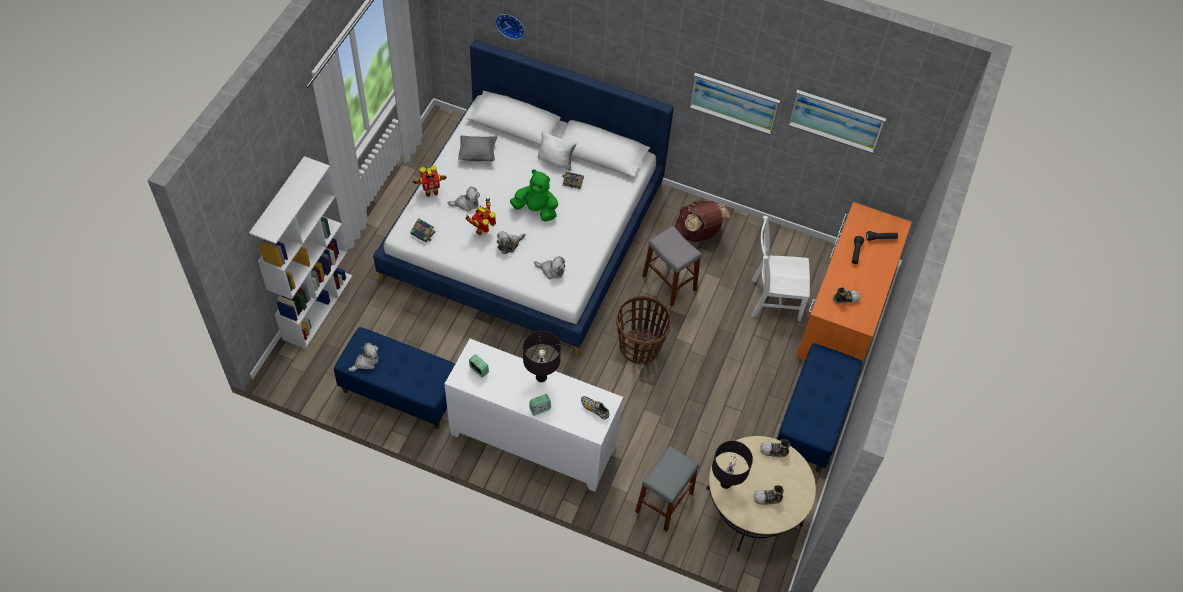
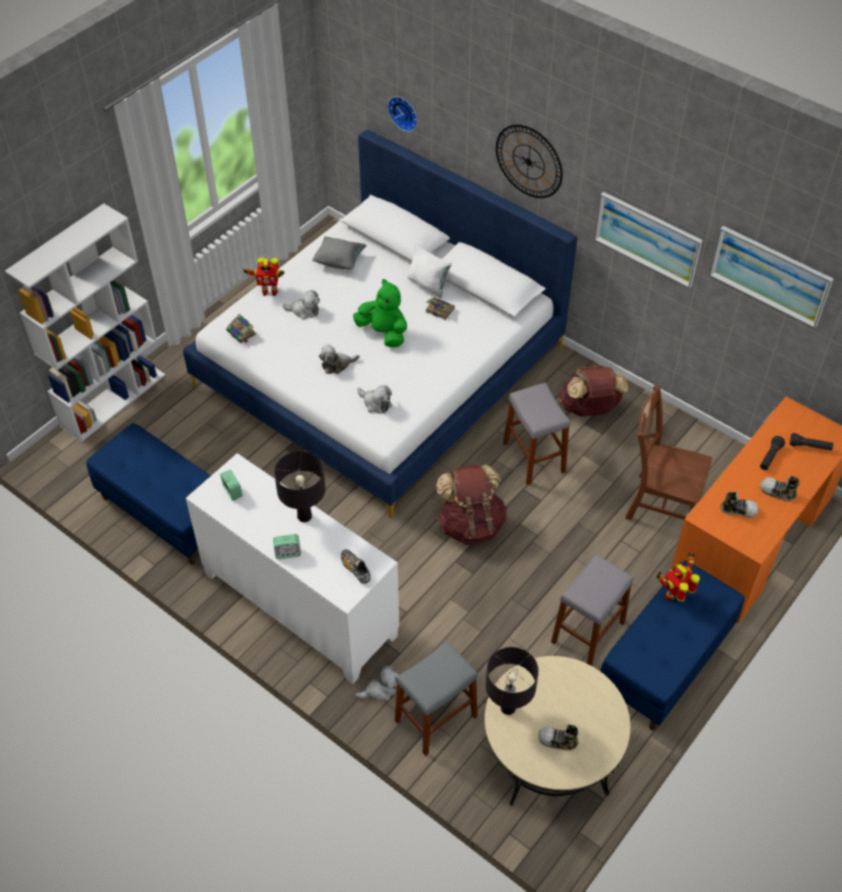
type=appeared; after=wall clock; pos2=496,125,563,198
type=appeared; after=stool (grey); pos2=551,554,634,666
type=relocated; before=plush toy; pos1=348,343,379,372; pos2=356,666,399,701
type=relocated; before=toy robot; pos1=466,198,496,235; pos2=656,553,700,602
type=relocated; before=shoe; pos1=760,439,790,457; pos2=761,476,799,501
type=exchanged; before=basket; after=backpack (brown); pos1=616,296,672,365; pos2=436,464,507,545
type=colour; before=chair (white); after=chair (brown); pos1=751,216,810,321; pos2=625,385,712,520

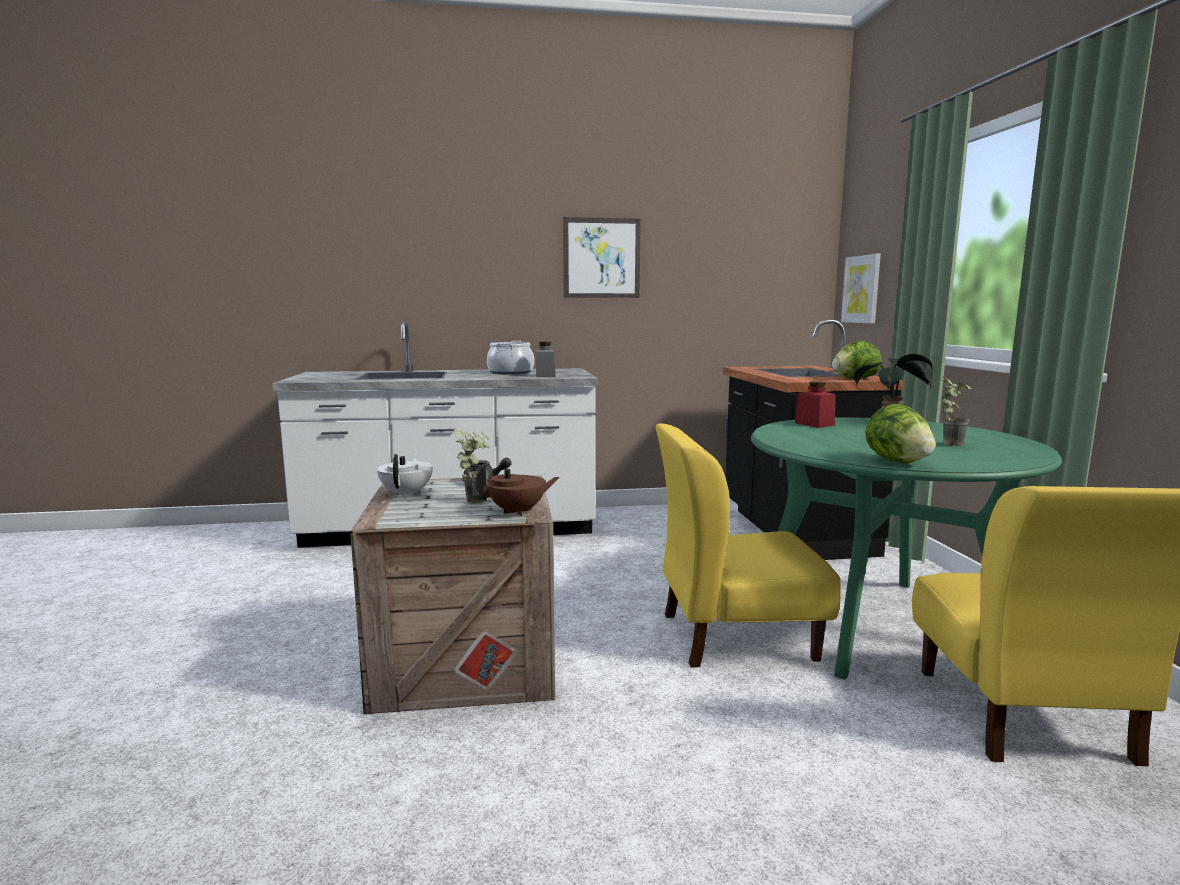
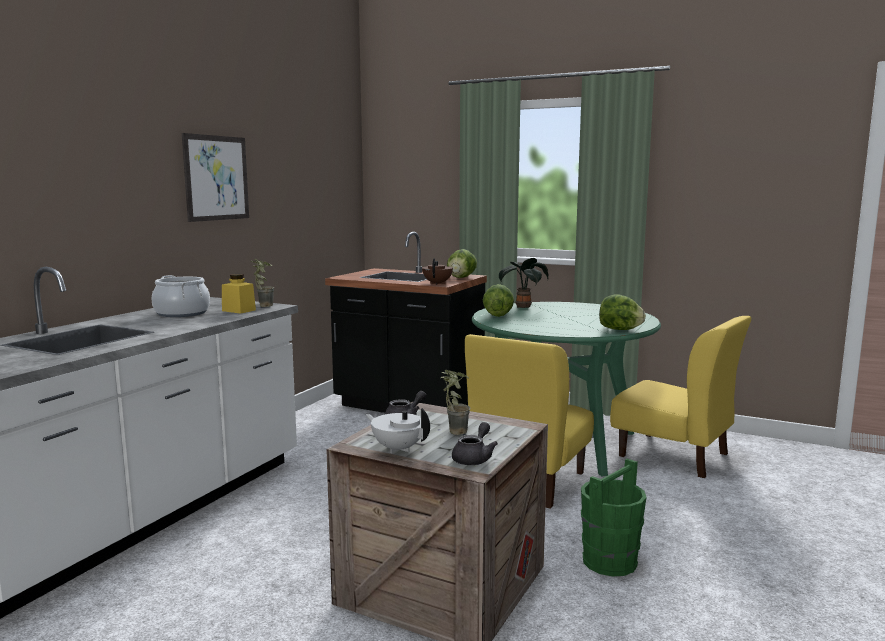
type=missing; before=picture; pos1=841,254,881,323
type=appeared; after=teapot (grey); pos2=452,422,498,465
type=appeared; after=bucket (green); pos2=581,458,646,576
type=relocated; before=teapot (brown); pos1=475,464,560,516; pos2=422,258,453,285
type=relocated; before=potted plant; pos1=940,376,972,446; pos2=251,259,274,307
type=exchanged; before=jar (red); after=lettuce; pos1=795,381,836,428; pos2=483,284,514,317
type=colour; before=jar (grey); after=jar (yellow); pos1=536,342,555,377; pos2=222,274,256,314

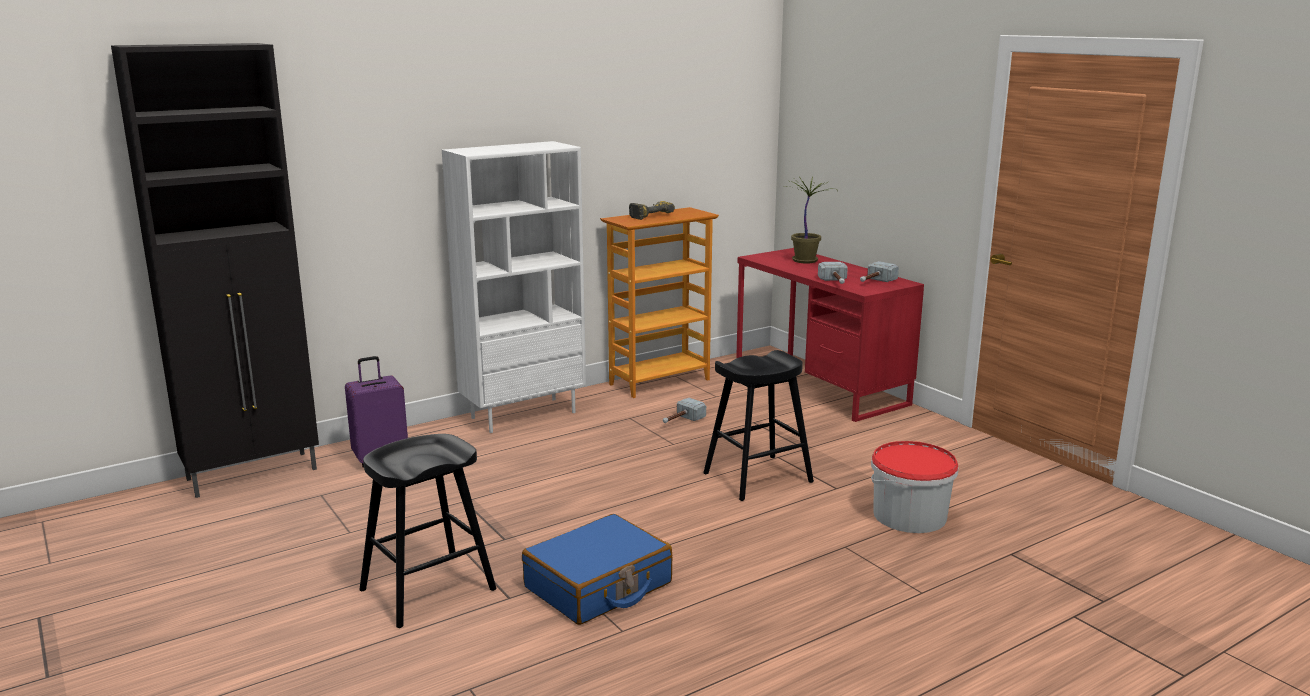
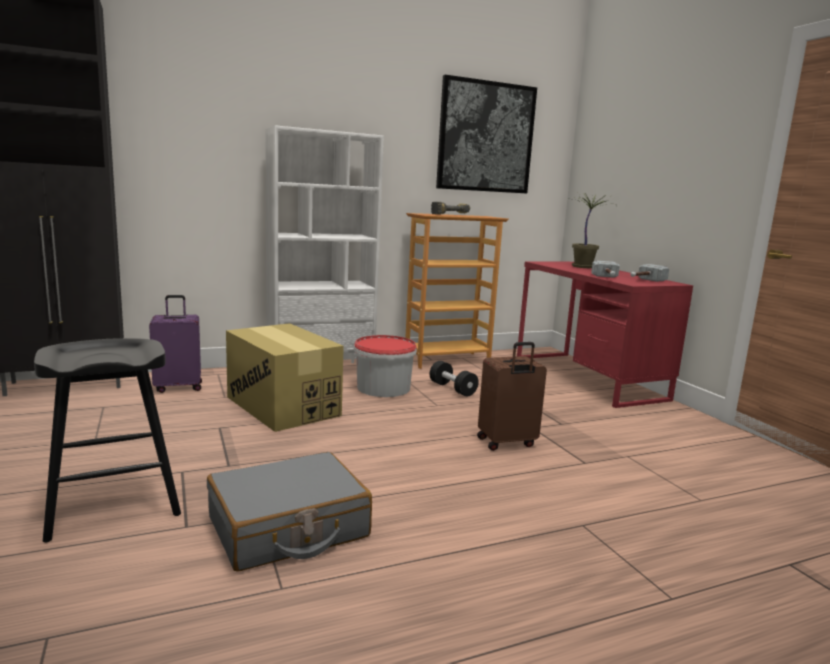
type=appeared; after=cardboard box; pos2=226,323,344,432
type=appeared; after=picture; pos2=436,75,537,193
type=relocated; before=bucket; pos1=871,441,958,533; pos2=354,335,417,397
type=exchanged; before=hammer; after=dumbbell (black); pos1=663,398,706,423; pos2=430,361,479,396
type=exchanged; before=stool (black); after=suitcase (brown); pos1=703,350,814,501; pos2=477,342,547,451
type=colour; before=suitcase (blue); after=suitcase (grey); pos1=522,514,672,625; pos2=207,452,372,572

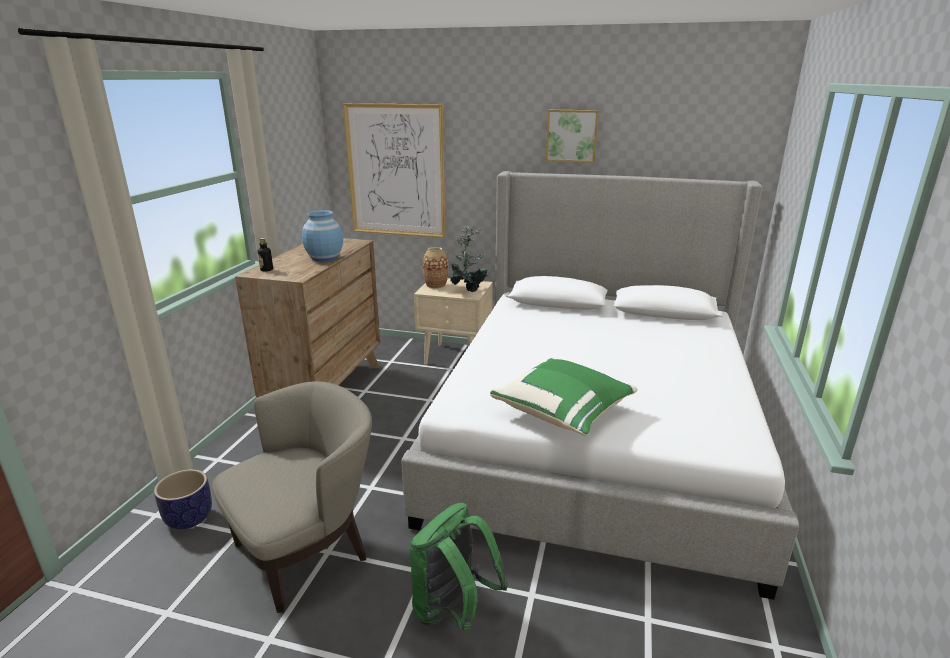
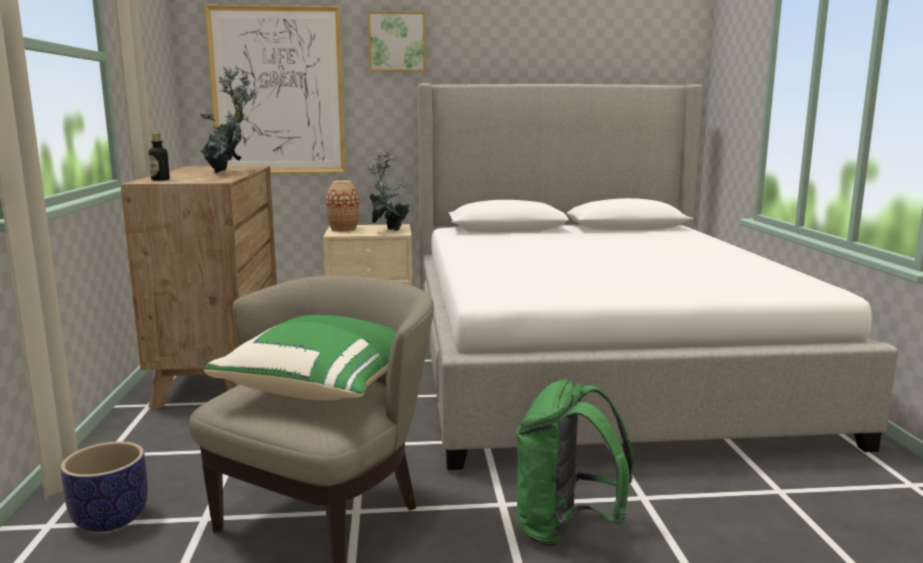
type=relocated; before=pillow (green); pos1=490,358,638,436; pos2=204,315,396,400
type=relocated; before=picture; pos1=546,110,599,163; pos2=368,11,426,72
type=exchanged; before=vase (blue); after=potted plant; pos1=302,210,343,262; pos2=199,67,257,174

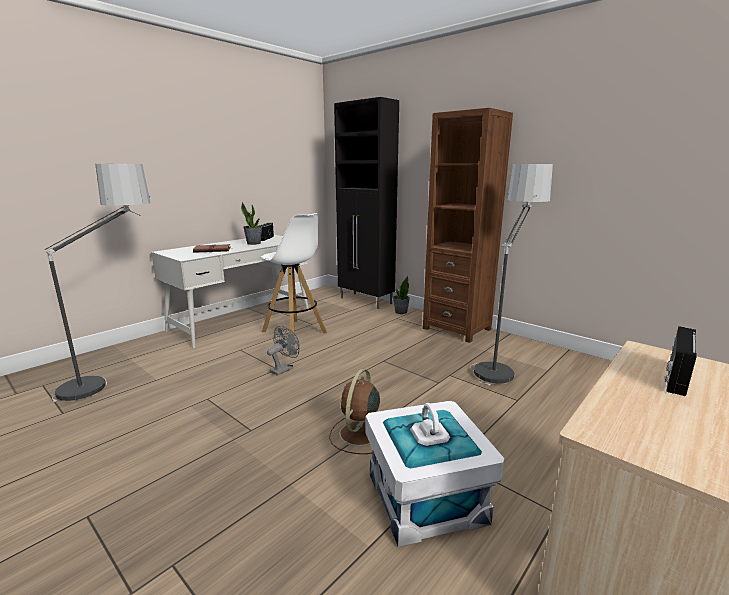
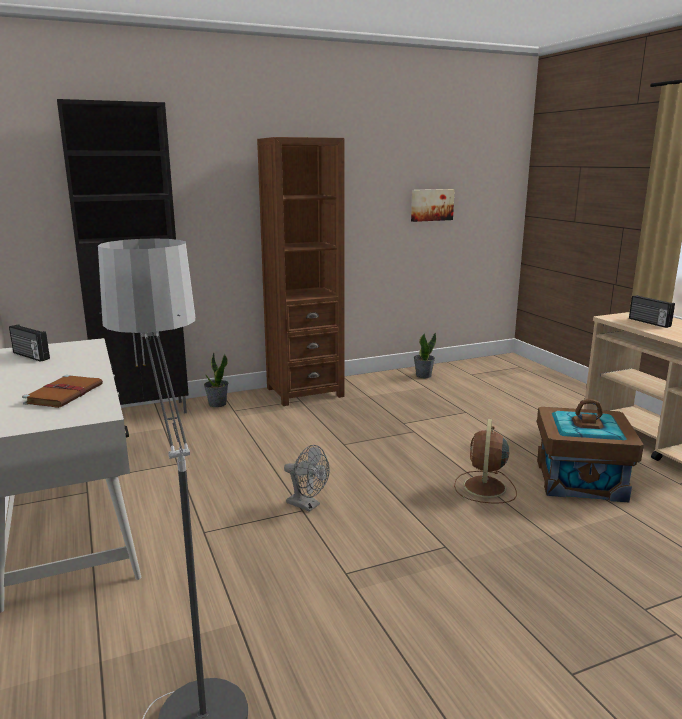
type=missing; before=stool (white); pos1=260,213,327,346
type=missing; before=floor lamp; pos1=470,164,553,386
type=appeared; after=picture; pos2=411,189,455,222
type=relocated; before=potted plant; pos1=241,202,262,245; pos2=414,332,436,378
type=colour; before=storage box (white); after=storage box (brown); pos1=366,401,504,547; pos2=537,399,644,503
type=spun; before=fan (grey); pos1=267,326,300,376; pos2=284,445,330,512; turn=150
type=spun; before=fan (brown); pos1=329,369,380,454; pos2=454,419,517,503; turn=60

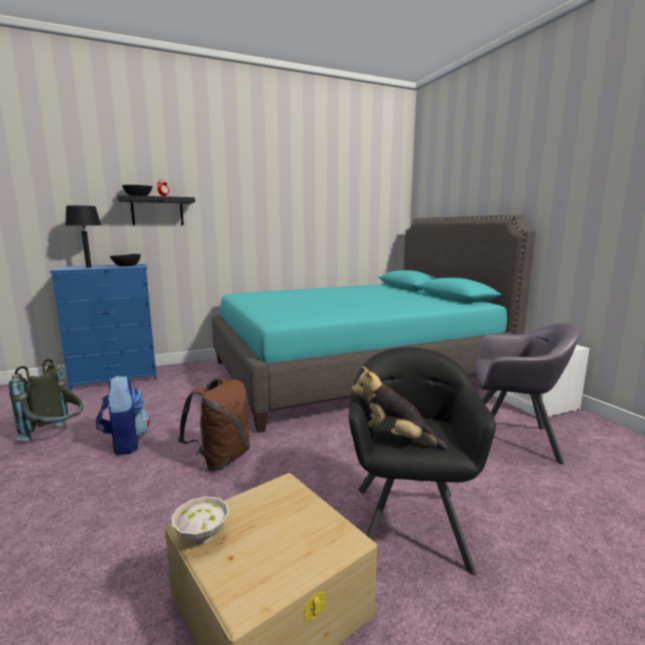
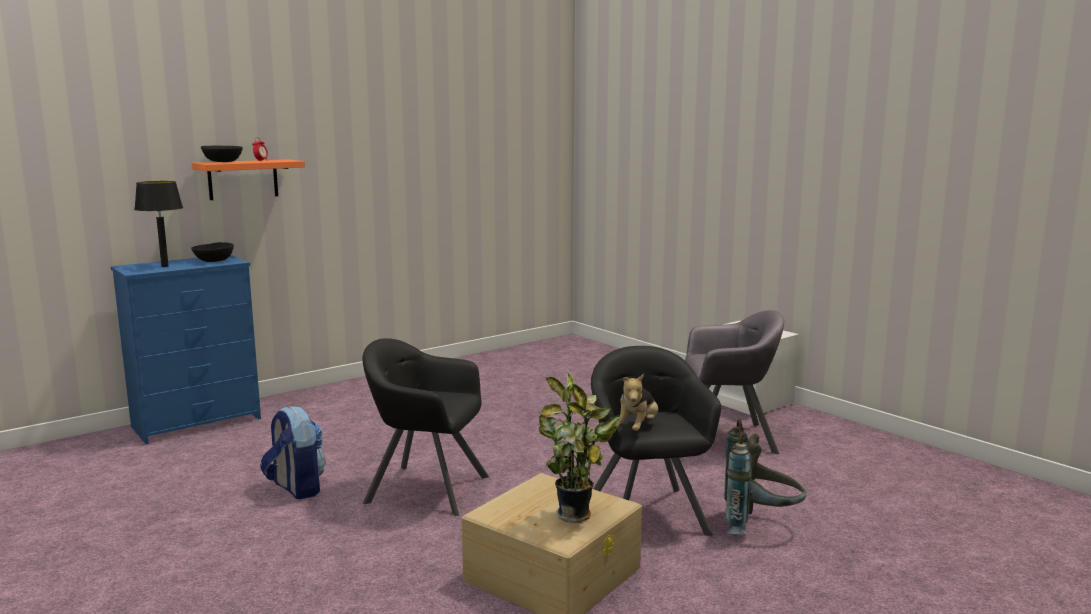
type=missing; before=bowl (white); pos1=172,496,229,544
type=missing; before=bed (turquoise); pos1=212,215,536,433
type=appeared; after=potted plant; pos2=538,371,620,523
type=relocated; before=backpack (grey); pos1=9,359,84,441; pos2=724,419,806,535
type=exchanged; before=backpack (brown); after=armchair (black); pos1=178,378,250,471; pos2=362,338,489,516
type=colour; before=shelf (black); after=shelf (orange); pos1=117,195,195,225; pos2=192,159,305,200
type=spun; before=plush toy; pos1=352,366,447,449; pos2=616,374,658,431; turn=-75

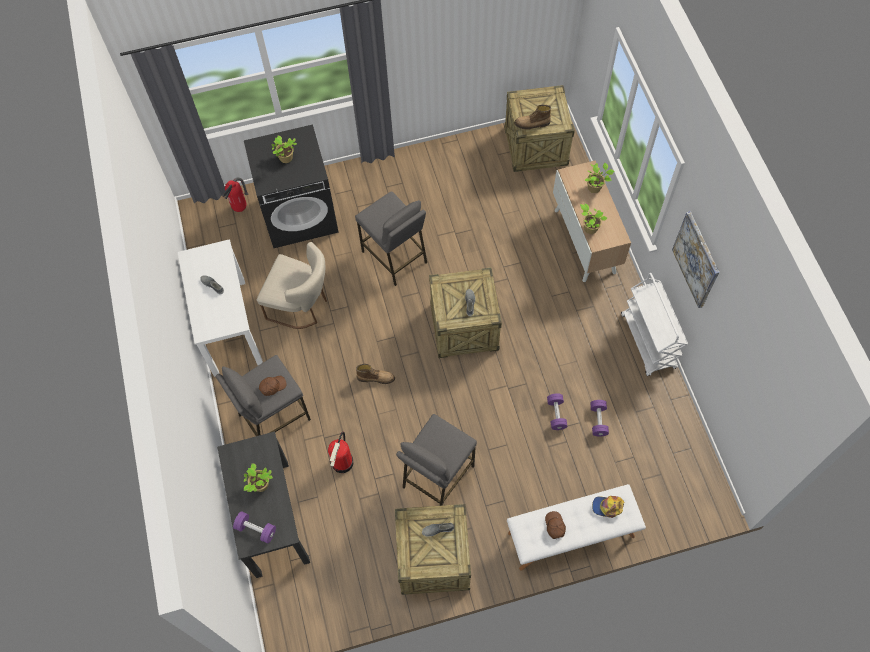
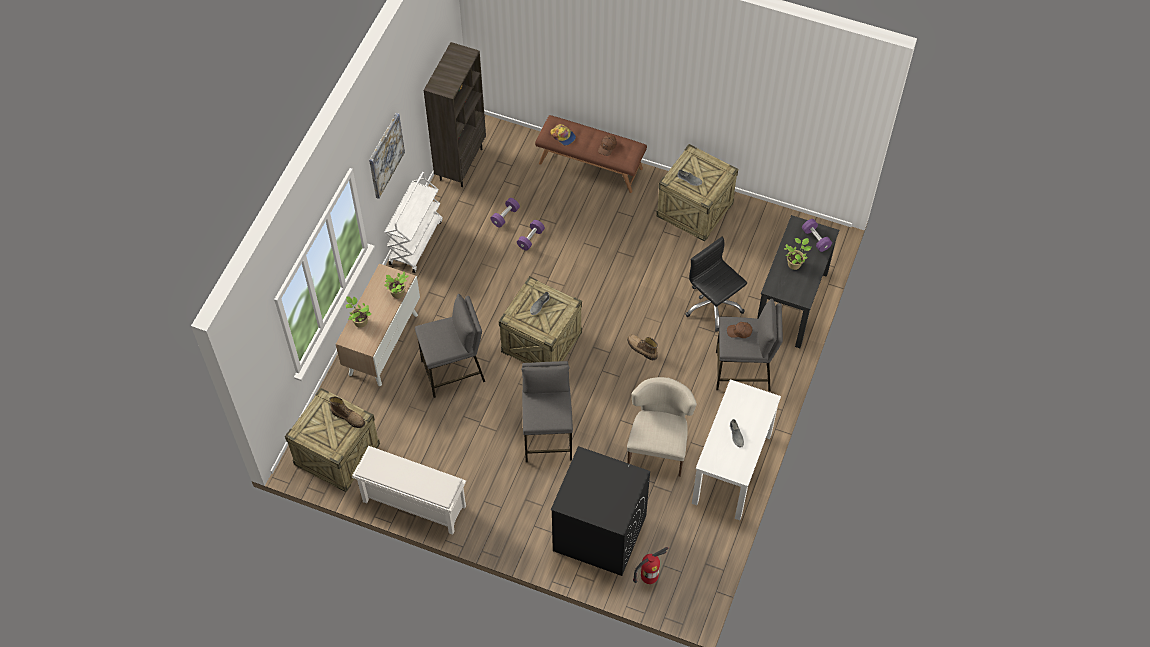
type=missing; before=potted plant; pos1=271,136,297,163
type=appeared; after=shoe rack (white); pos2=352,446,466,535
type=appeared; after=bookcase (brown); pos2=424,42,486,187
type=relocated; before=stool (grey); pos1=396,414,477,506; pos2=415,294,485,398
type=exchanged; before=fire extinguisher; after=office chair (black); pos1=328,431,354,473; pos2=685,236,747,332
type=colour; before=bench (white); after=bench (brown); pos1=507,484,646,571; pos2=535,115,647,193
type=spun; before=chair (beige); pos1=257,242,327,329; pos2=627,377,697,477; turn=45

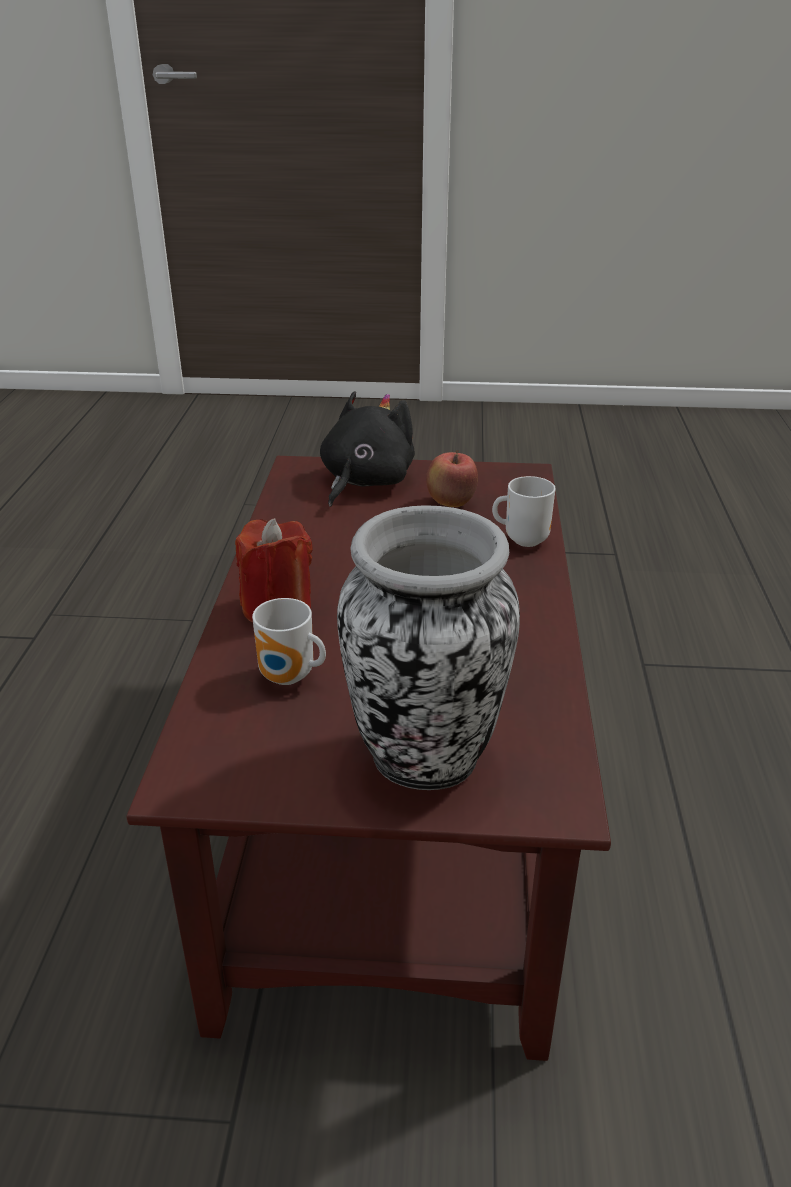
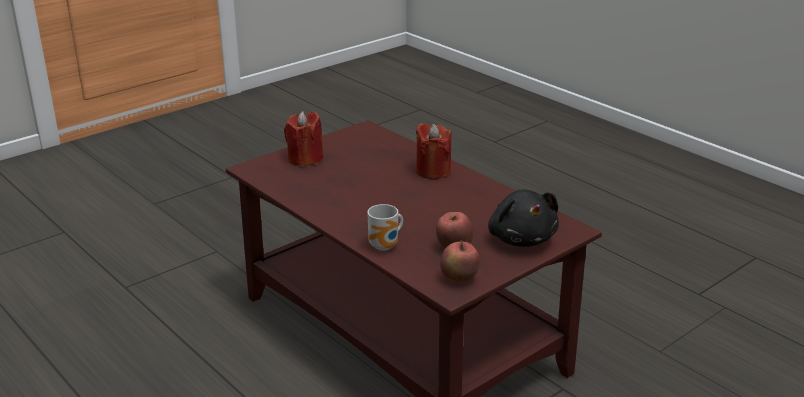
type=missing; before=mug; pos1=252,598,326,685
type=appeared; after=apple; pos2=440,240,480,282
type=exchanged; before=vase; after=candle (red); pos1=337,505,520,790; pos2=284,111,324,167

